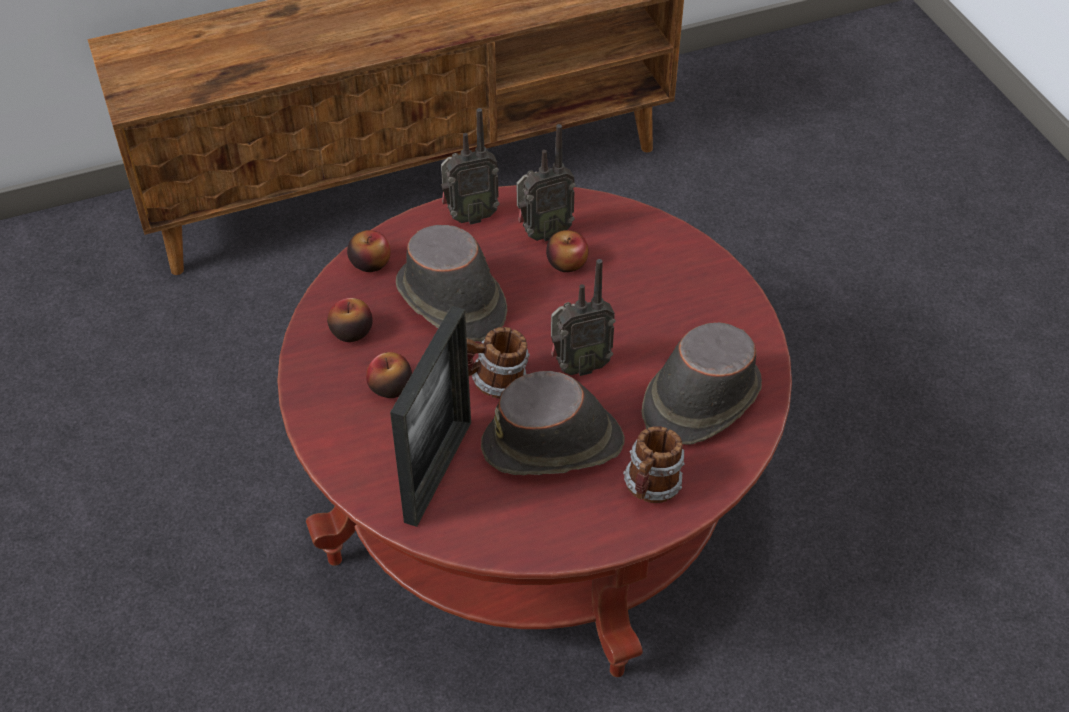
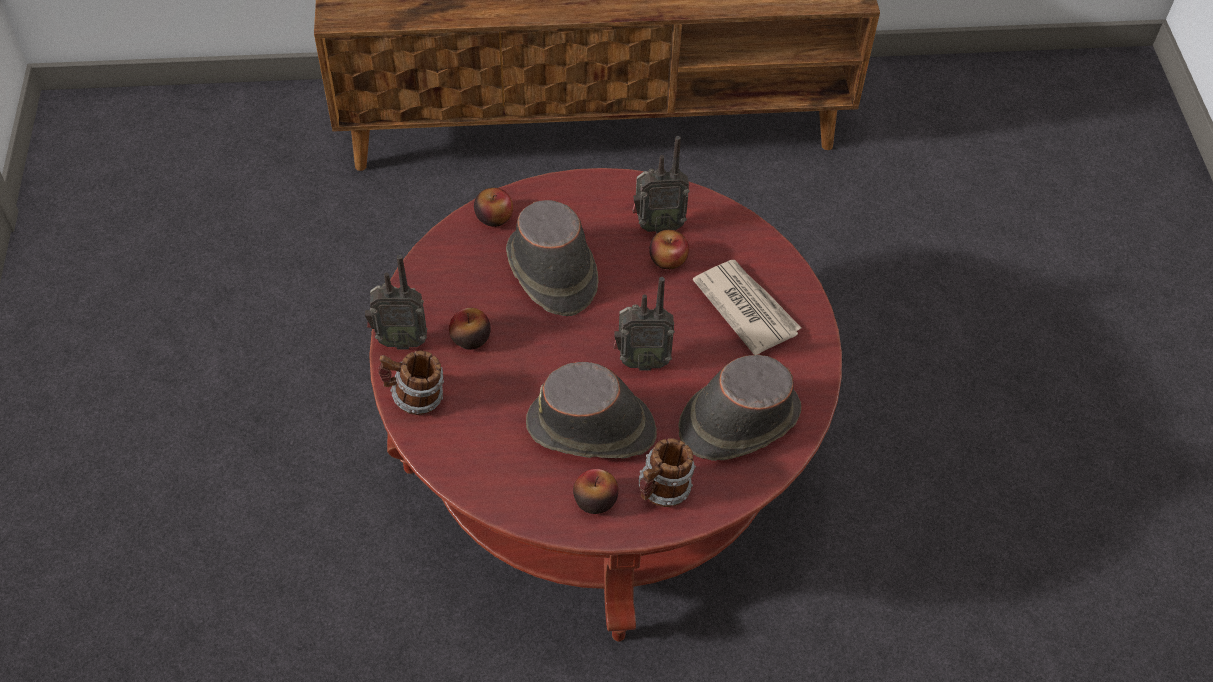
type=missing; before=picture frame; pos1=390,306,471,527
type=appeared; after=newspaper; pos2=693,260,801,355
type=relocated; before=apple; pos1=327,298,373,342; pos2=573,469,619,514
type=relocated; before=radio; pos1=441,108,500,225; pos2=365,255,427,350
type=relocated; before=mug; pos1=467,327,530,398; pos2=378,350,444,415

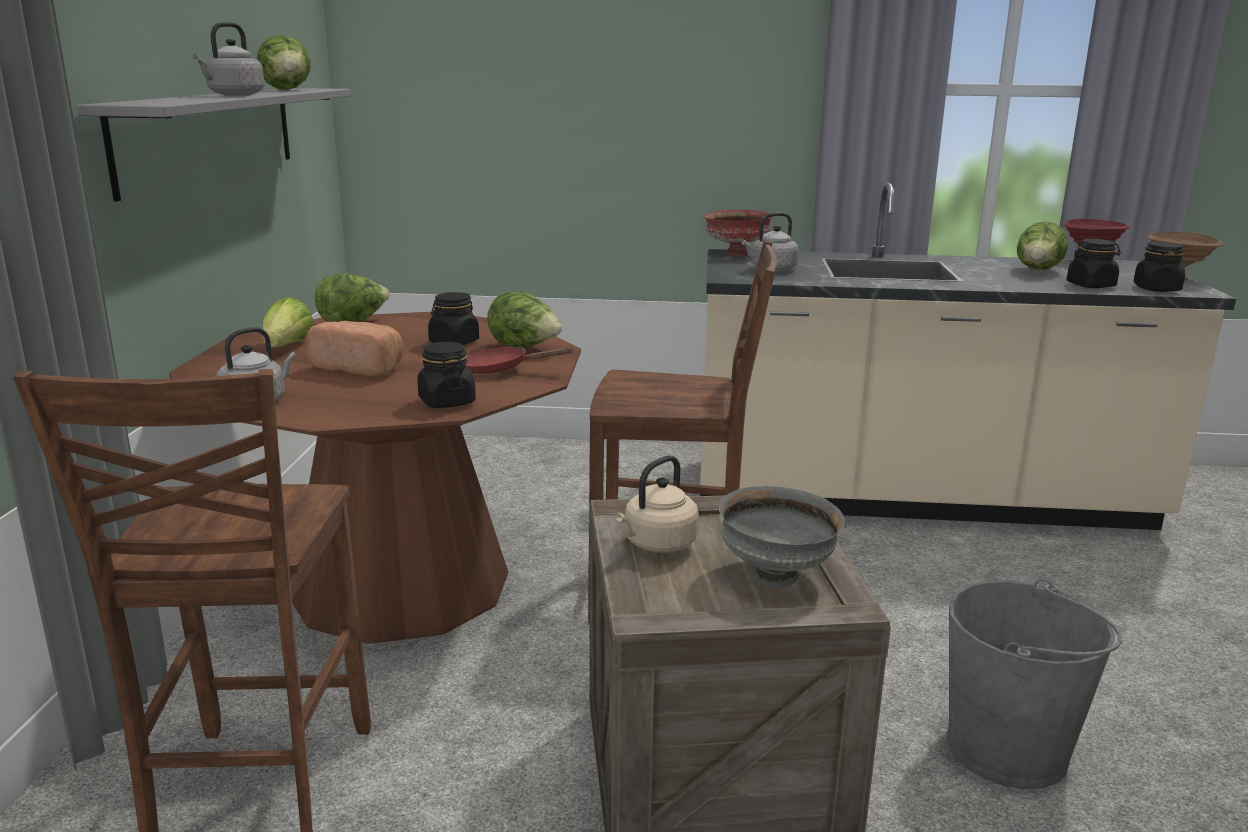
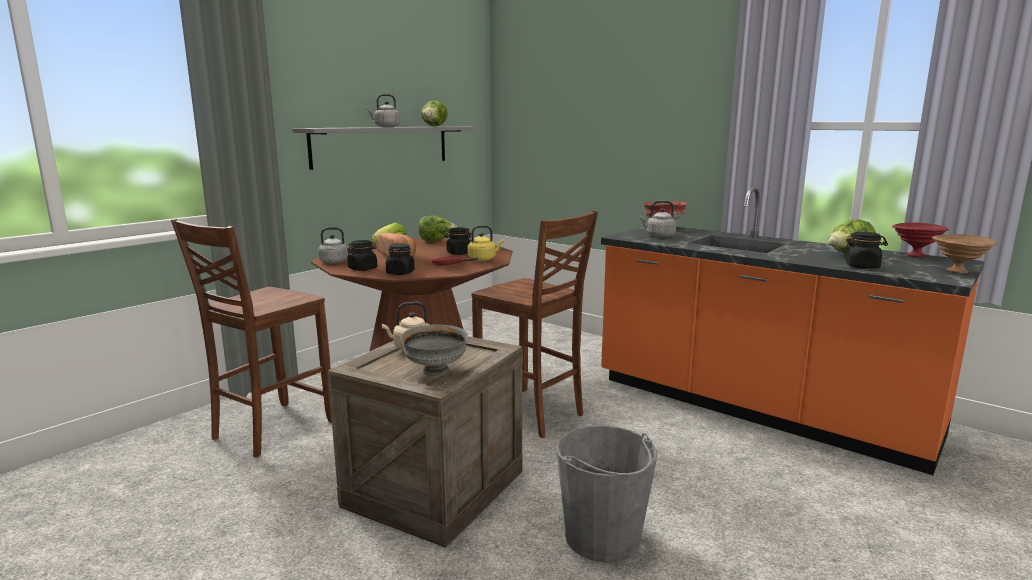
type=relocated; before=jar (black); pos1=1134,242,1185,292; pos2=347,240,377,271
type=exchanged; before=lettuce; after=kettle (yellow); pos1=487,292,562,347; pos2=468,225,504,261
type=colour; before=counter (beige); after=counter (orange); pos1=700,183,1236,530; pos2=601,187,984,475

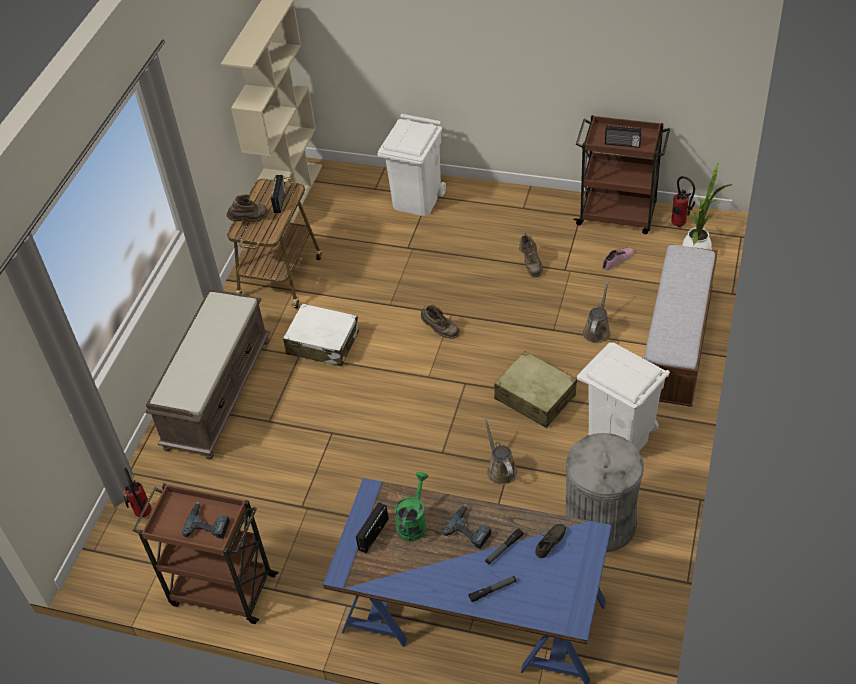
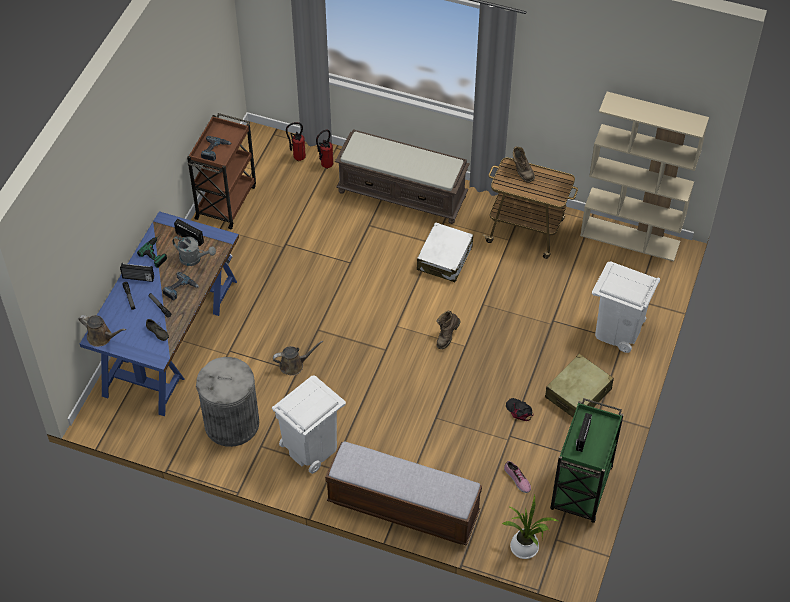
type=appeared; after=power drill; pos2=137,234,167,268
type=relocated; before=radio; pos1=271,175,286,213; pos2=120,263,154,282
type=relocated; before=suitcase (beige); pos1=494,351,577,428; pos2=545,354,614,417
type=relocated; before=watering can (brown); pos1=583,281,611,343; pos2=79,315,126,347
type=relocated; before=fire extinguisher; pos1=671,176,695,227; pos2=316,130,333,169
type=exchanged; before=boot (brown); after=cap (black); pos1=519,234,543,277; pos2=506,398,534,421
type=colour; before=watering can (green); after=watering can (grey); pos1=395,472,428,541; pos2=172,236,216,266
type=colour; before=cart (brown); after=cart (green); pos1=574,115,670,234; pos2=550,398,624,523

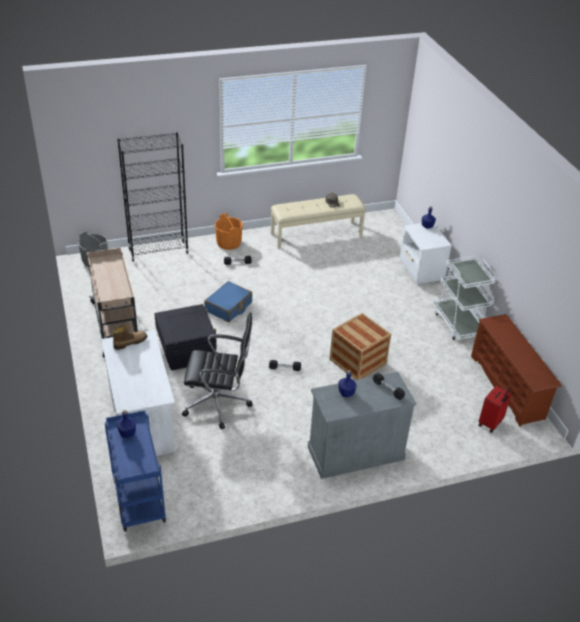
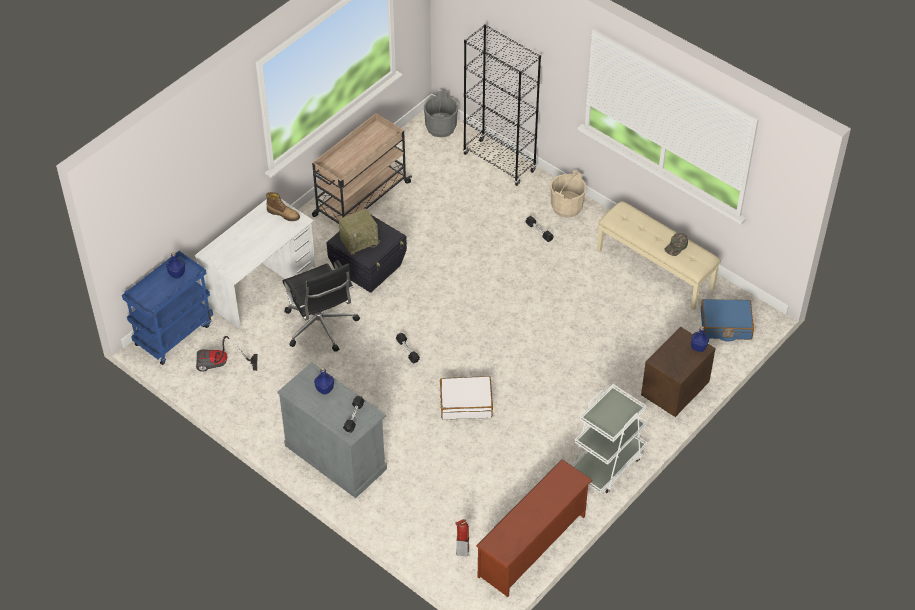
type=appeared; after=vacuum cleaner; pos2=196,336,258,372
type=appeared; after=radio; pos2=338,208,380,255
type=relocated; before=suitcase (blue); pos1=204,281,252,322; pos2=701,299,754,341
type=exchanged; before=crate; after=suitcase (white); pos1=330,313,391,380; pos2=440,376,493,420
type=exchanged; before=suitcase (red); after=fire extinguisher; pos1=478,385,512,433; pos2=455,519,470,556
type=colour; before=bucket (orange); after=bucket (beige); pos1=215,213,243,250; pos2=550,170,586,218
type=colour; before=nightstand (white); after=nightstand (brown); pos1=400,223,452,284; pos2=641,327,716,417

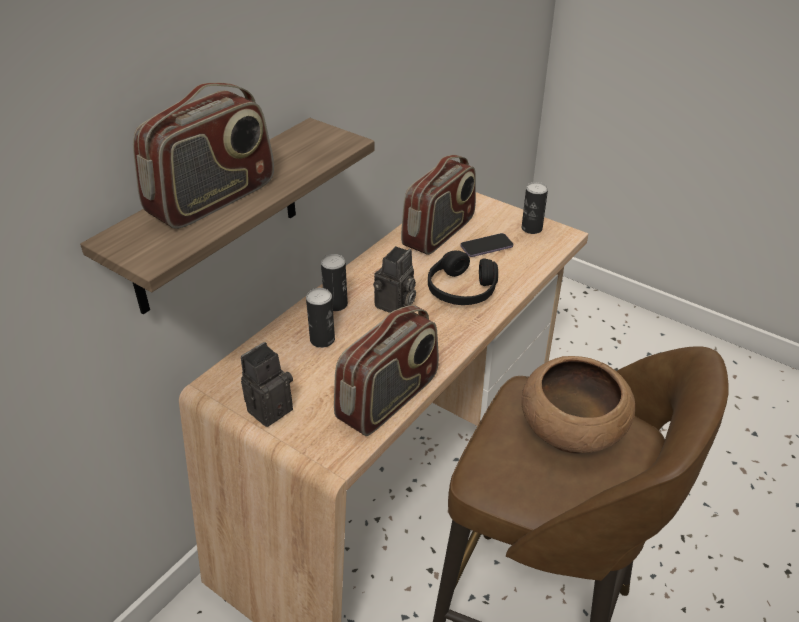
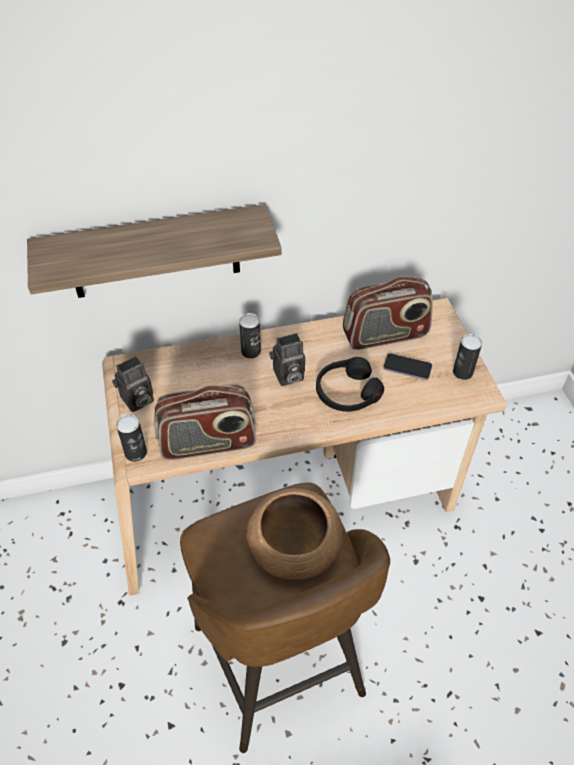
type=missing; before=radio; pos1=133,83,274,229
type=relocated; before=can; pos1=306,288,335,348; pos2=116,414,147,462
type=spun; before=photo camera; pos1=241,342,293,427; pos2=112,356,154,412; turn=150

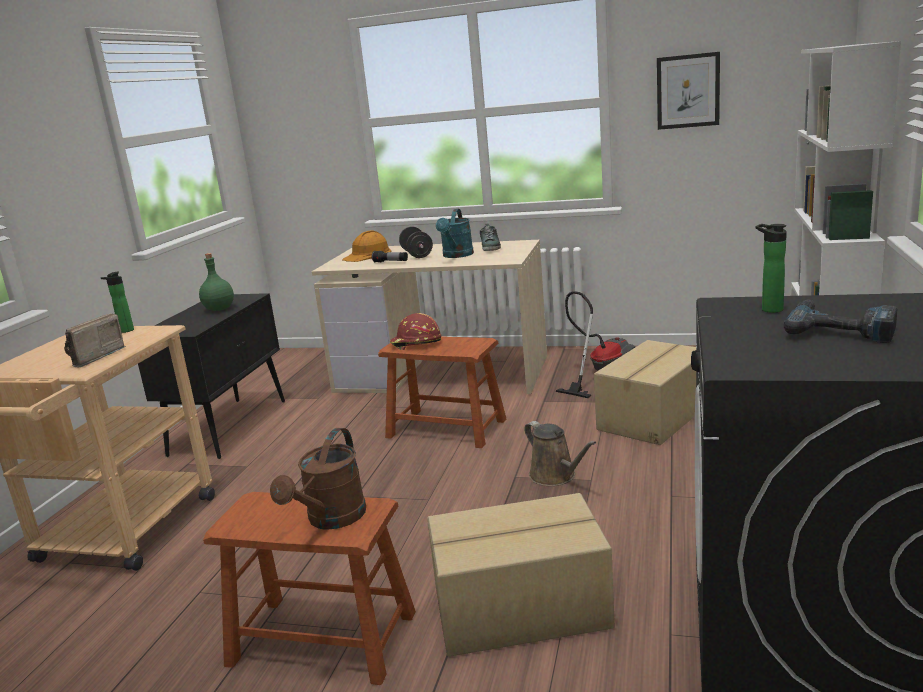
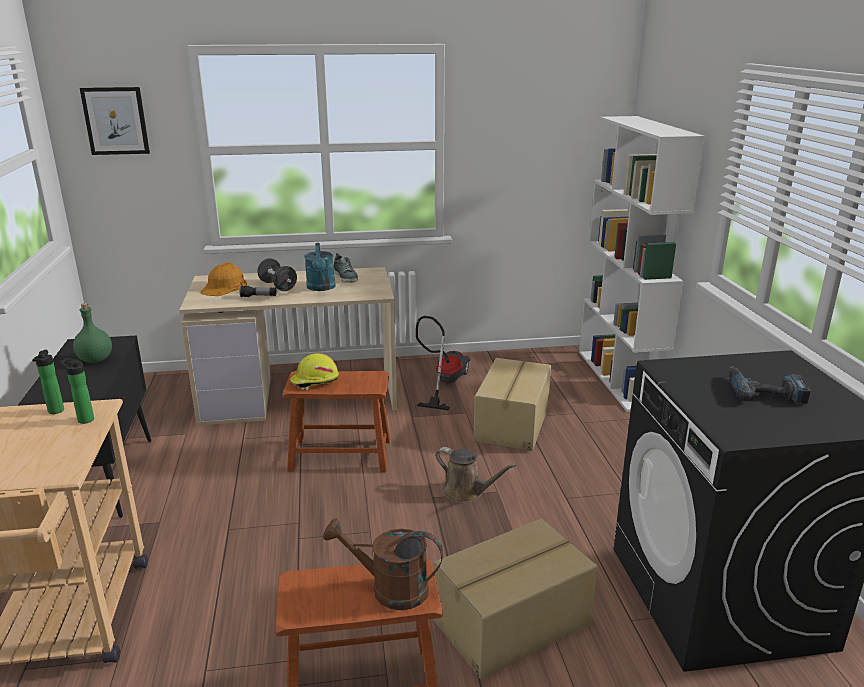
type=missing; before=radio; pos1=64,313,126,367
type=relocated; before=picture; pos1=657,52,720,130; pos2=80,87,150,155
type=relocated; before=bottle; pos1=755,224,787,313; pos2=60,358,94,424
type=colour; before=hard hat (red); after=hard hat (yellow); pos1=389,313,441,350; pos2=289,353,339,390
type=spun; before=watering can (brown); pos1=270,428,366,530; pos2=323,518,443,610; turn=105

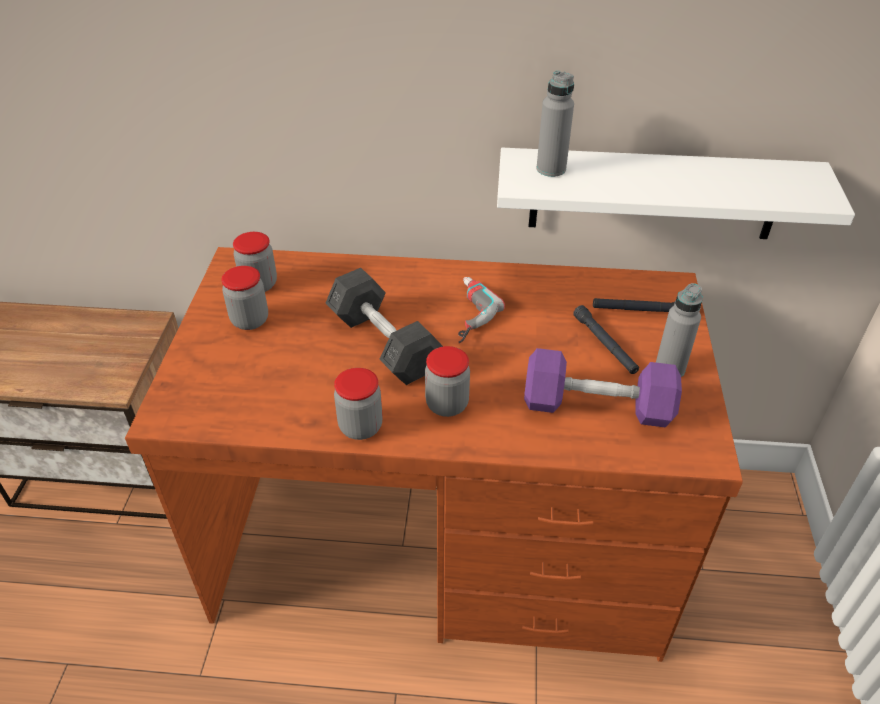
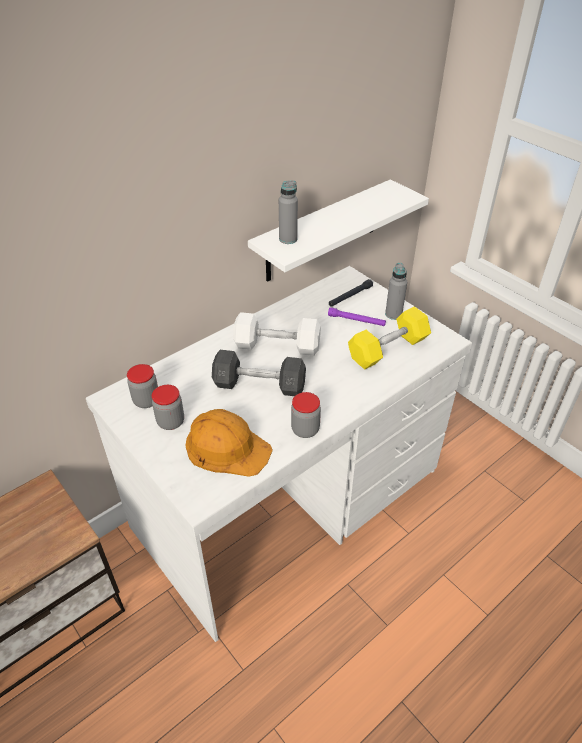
type=missing; before=jar; pos1=425,346,470,417
type=appeared; after=hard hat (orange); pos2=186,409,273,477
type=exchanged; before=power drill; after=dumbbell (white); pos1=458,277,505,343; pos2=233,312,321,356
type=colour; before=desk (brown); after=desk (white); pos1=125,247,743,662; pos2=86,266,472,642
type=colour; before=dumbbell (purple); after=dumbbell (yellow); pos1=524,348,682,427; pos2=348,306,431,370
type=colour; before=flashlight (black); after=flashlight (purple); pos1=573,305,639,374; pos2=328,307,386,326

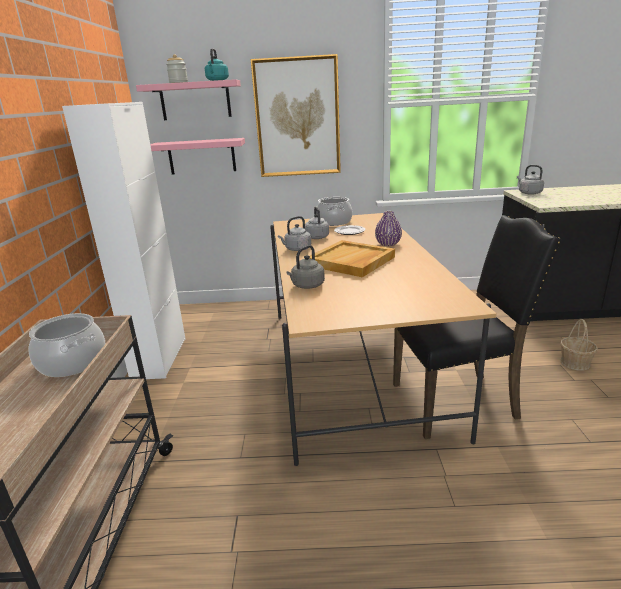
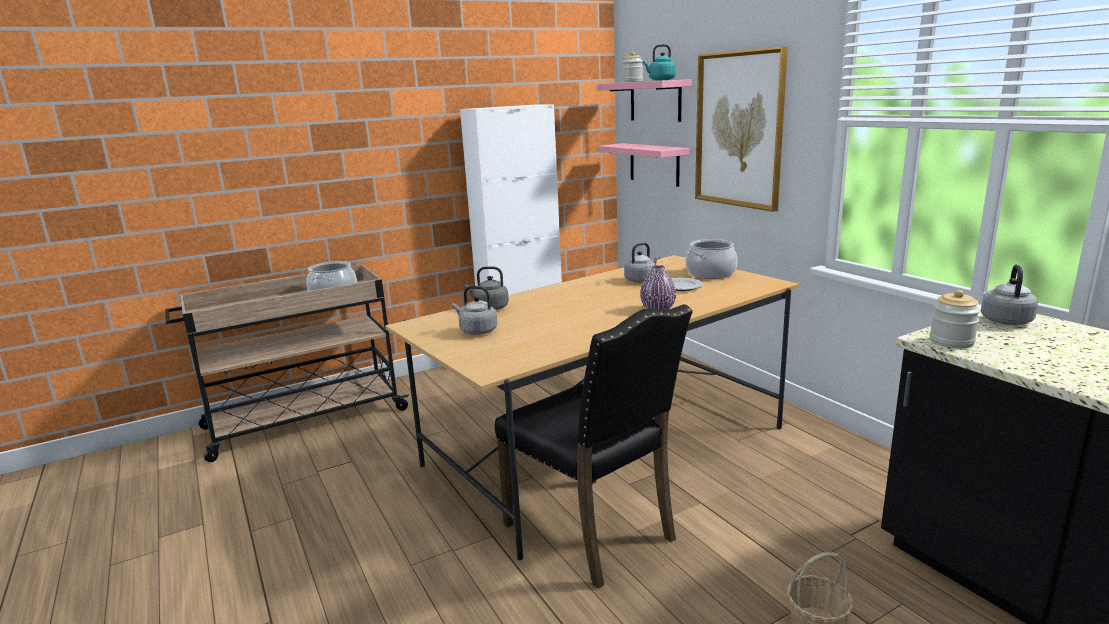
type=missing; before=tray (beige); pos1=309,240,395,277
type=appeared; after=jar; pos2=930,290,981,349
type=relocated; before=kettle (grey); pos1=278,216,311,251; pos2=453,286,497,335

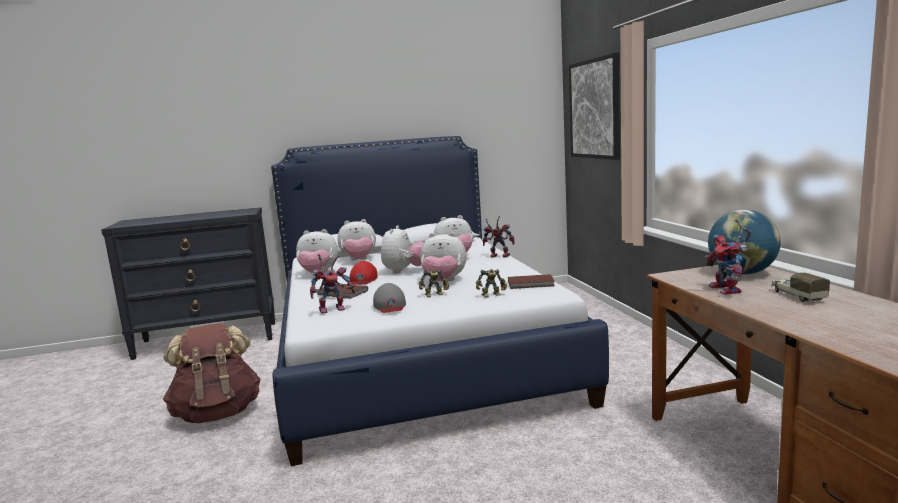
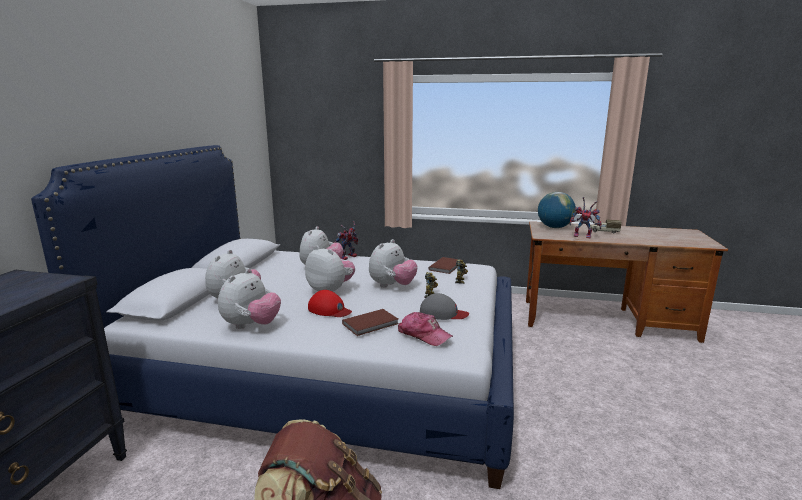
type=missing; before=picture; pos1=569,53,620,160
type=exchanged; before=toy robot; after=cap; pos1=310,254,356,314; pos2=398,312,453,346

